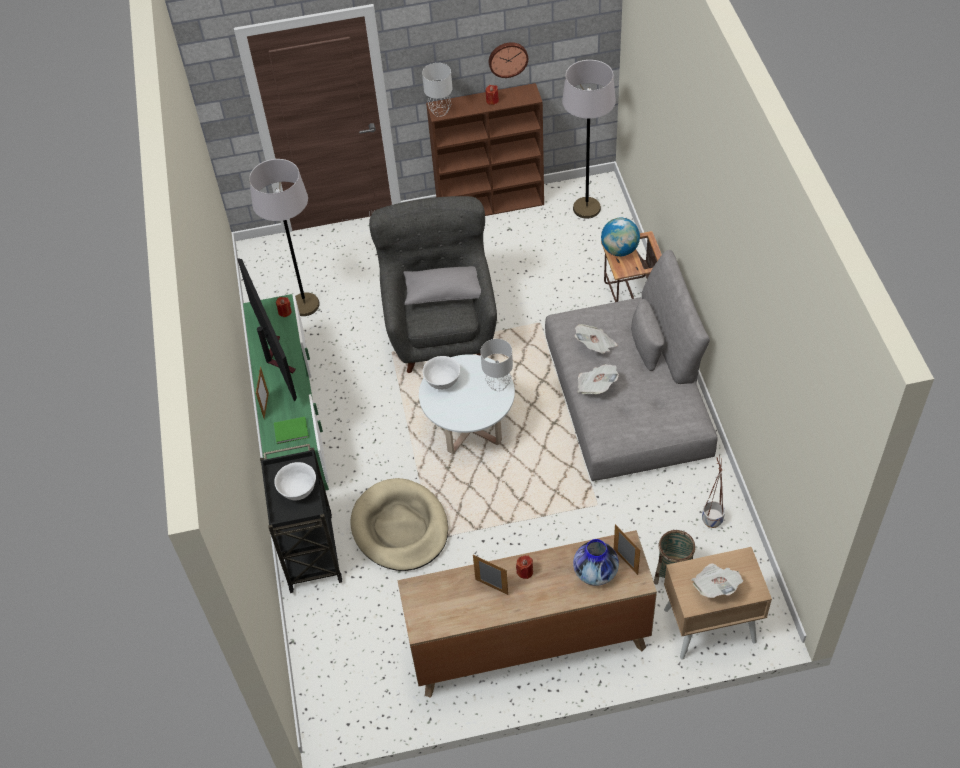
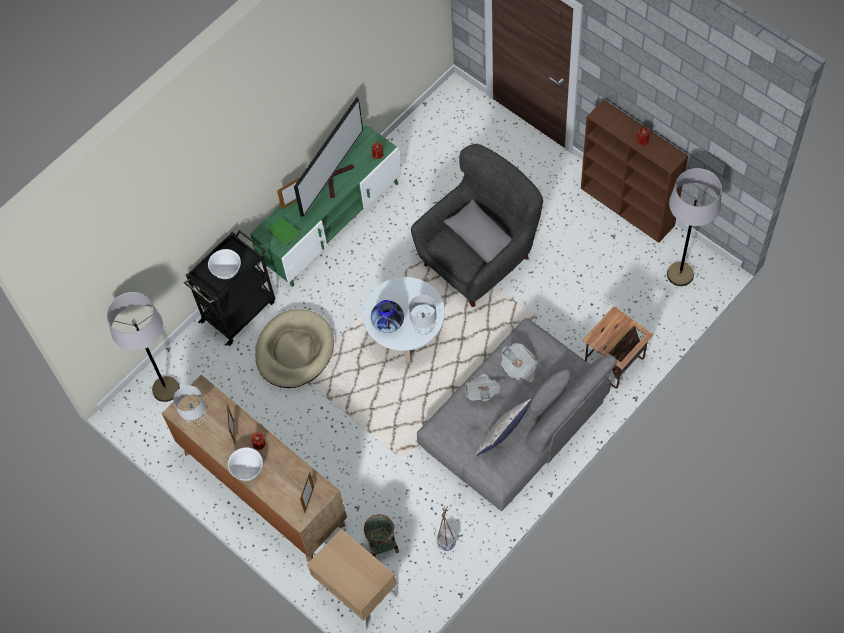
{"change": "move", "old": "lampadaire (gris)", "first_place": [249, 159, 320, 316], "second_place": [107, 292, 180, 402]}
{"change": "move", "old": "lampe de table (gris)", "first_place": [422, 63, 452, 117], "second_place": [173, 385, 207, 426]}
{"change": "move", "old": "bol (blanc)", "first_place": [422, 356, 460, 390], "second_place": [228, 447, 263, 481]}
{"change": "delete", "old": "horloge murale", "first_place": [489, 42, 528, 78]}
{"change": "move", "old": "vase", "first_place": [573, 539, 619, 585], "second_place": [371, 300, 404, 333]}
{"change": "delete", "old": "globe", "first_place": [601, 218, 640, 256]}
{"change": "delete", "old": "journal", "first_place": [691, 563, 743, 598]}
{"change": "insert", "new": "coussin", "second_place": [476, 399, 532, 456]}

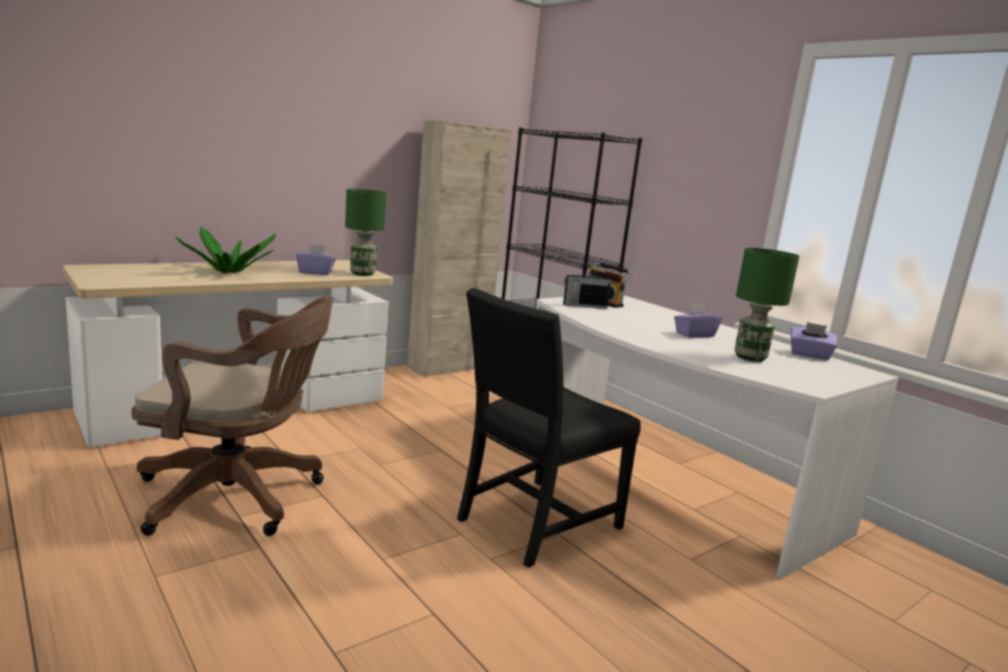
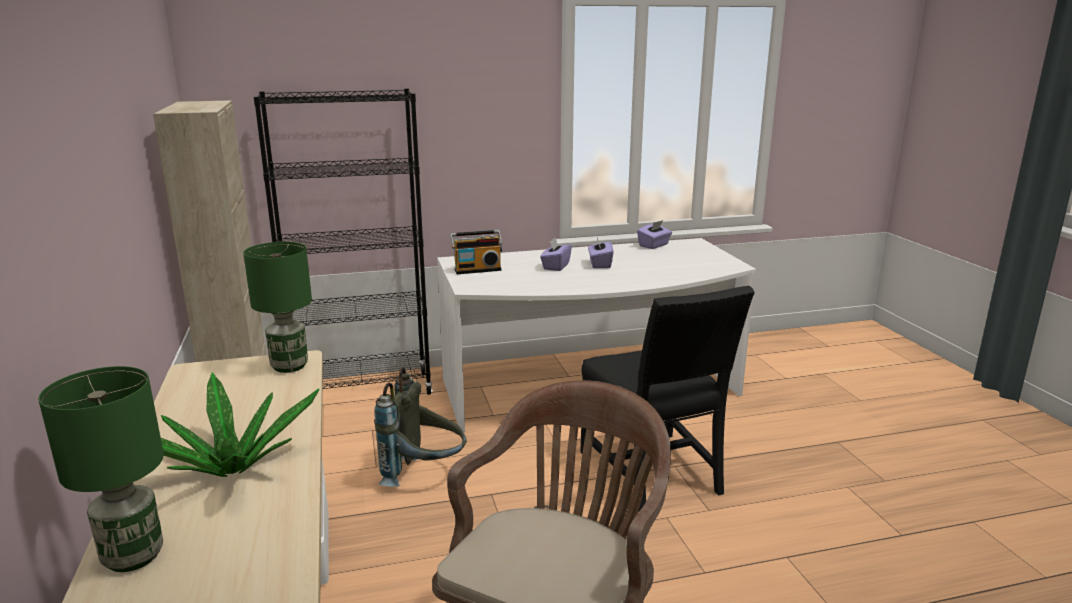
{"change": "move", "old": "boîte à mouchoirs (violet)", "first_place": [296, 244, 336, 275], "second_place": [540, 237, 572, 271]}
{"change": "delete", "old": "radio", "first_place": [563, 270, 612, 309]}
{"change": "move", "old": "lampe de table (vert)", "first_place": [735, 248, 800, 362], "second_place": [38, 366, 164, 572]}
{"change": "insert", "new": "sac à dos (gris)", "second_place": [374, 367, 467, 487]}

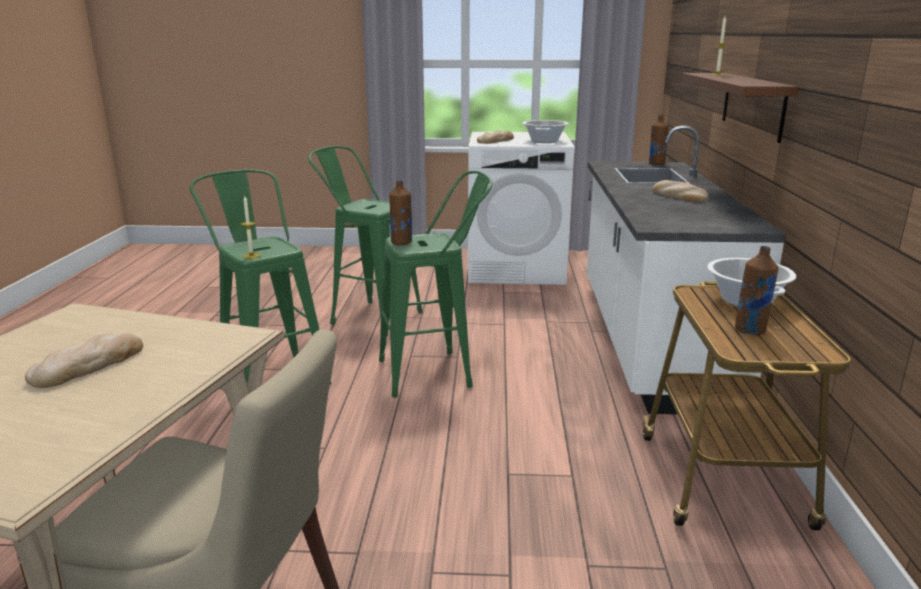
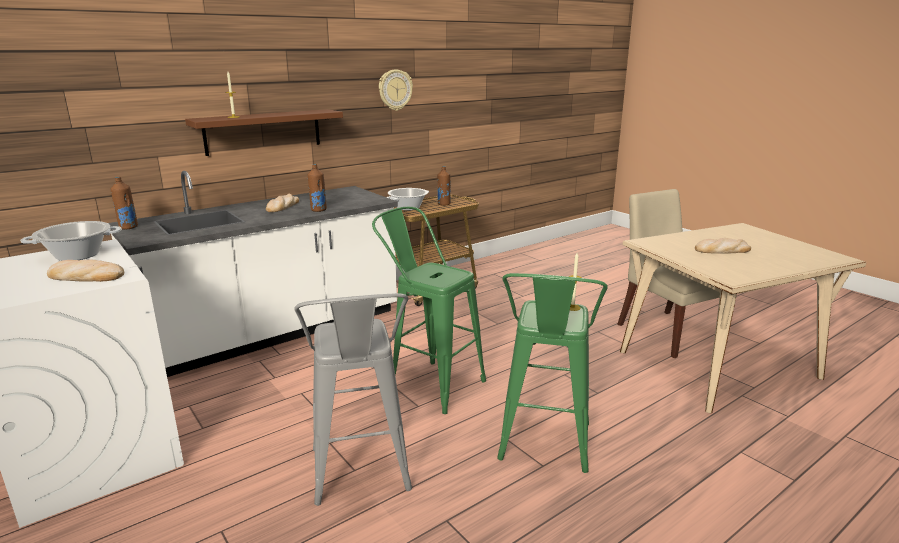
{"change": "recolor", "old": "tabouret (vert)", "new": "tabouret (gris)", "first_place": [308, 146, 422, 336], "second_place": [294, 293, 412, 506]}
{"change": "move", "old": "bouteille (marron)", "first_place": [389, 180, 412, 245], "second_place": [308, 164, 327, 212]}
{"change": "insert", "new": "horloge murale", "second_place": [379, 69, 413, 111]}

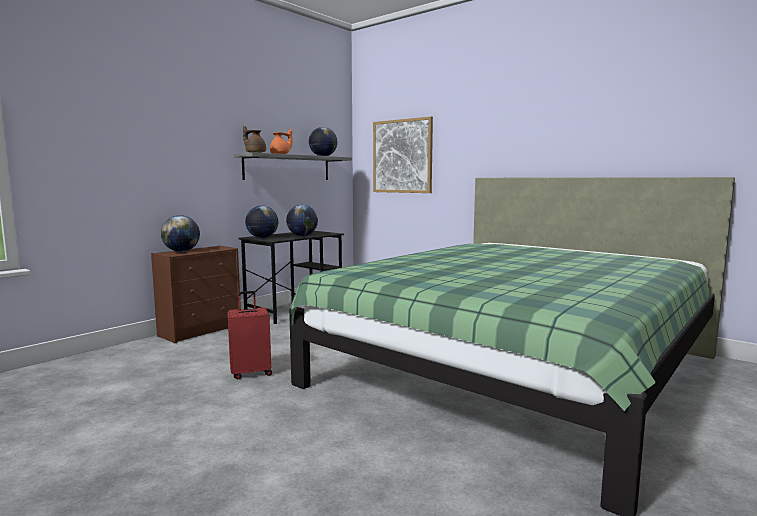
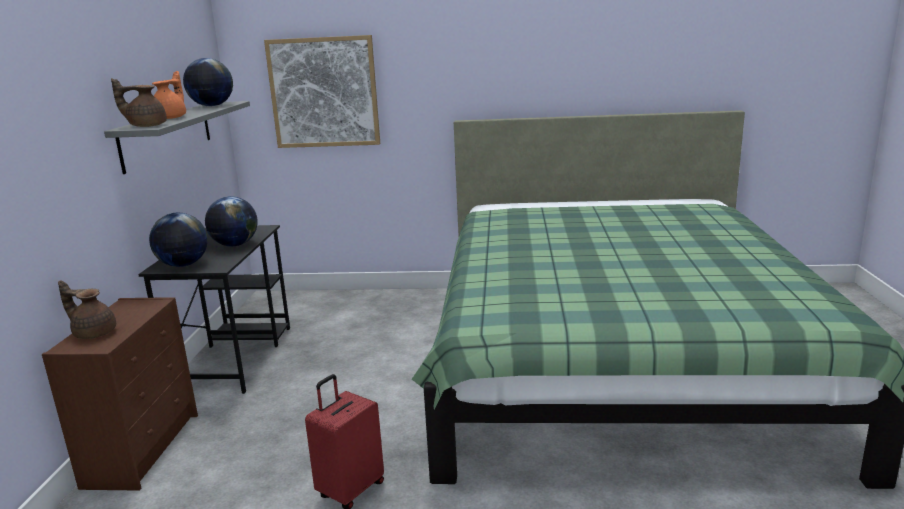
{"change": "replace", "old": "globe", "new": "théière (marron)", "first_place": [161, 215, 200, 252], "second_place": [58, 281, 116, 339]}

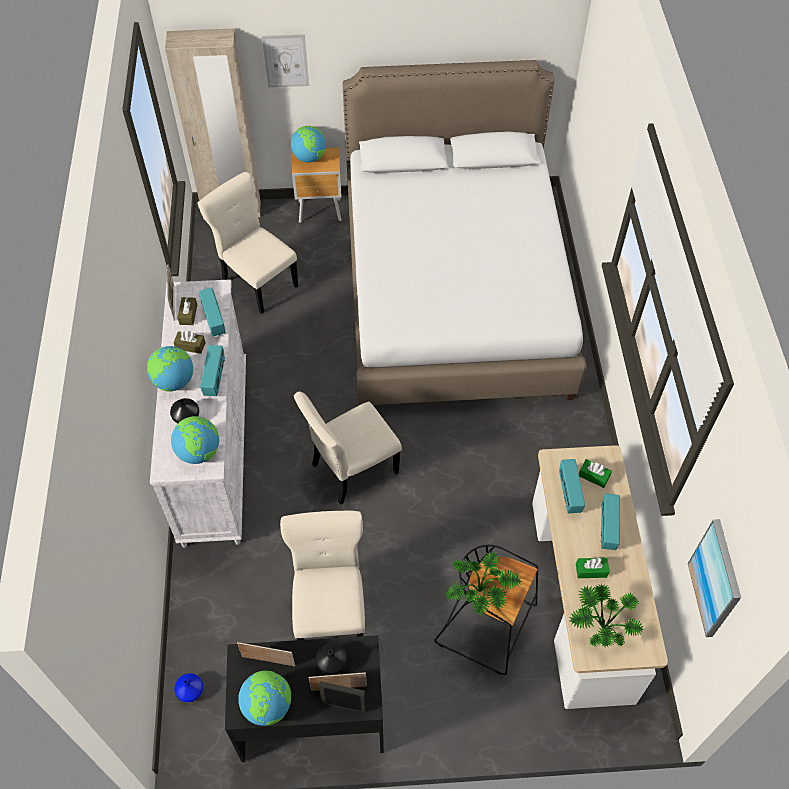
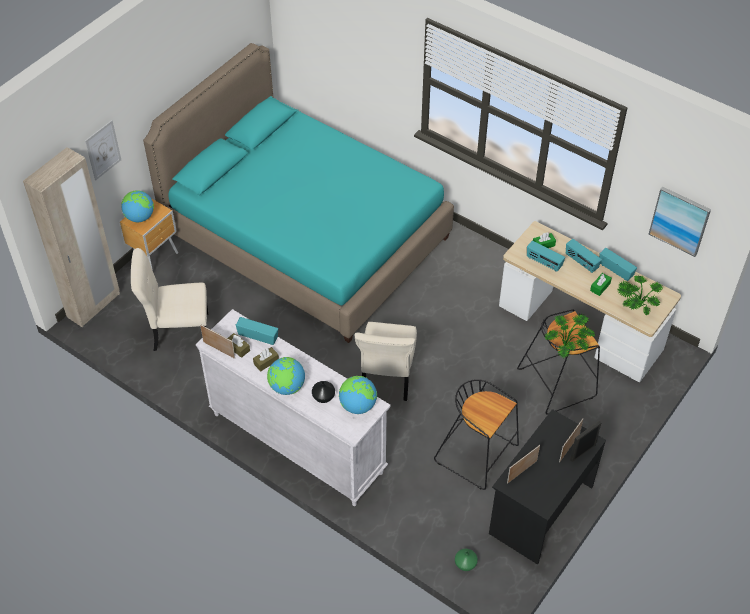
{"change": "recolor", "old": "vase (bleu)", "new": "vase (vert)", "first_place": [174, 673, 203, 702], "second_place": [455, 549, 478, 571]}
{"change": "move", "old": "radio", "first_place": [200, 345, 225, 396], "second_place": [599, 248, 637, 281]}
{"change": "delete", "old": "globe", "first_place": [238, 670, 291, 726]}
{"change": "replace", "old": "chaise (beige)", "new": "tabouret (noir)", "first_place": [280, 511, 365, 640], "second_place": [434, 379, 519, 490]}
{"change": "delete", "old": "vase (noir)", "first_place": [316, 643, 347, 675]}
{"change": "recolor", "old": "lit (blanc)", "new": "lit (turquoise)", "first_place": [342, 60, 587, 405], "second_place": [143, 43, 454, 343]}

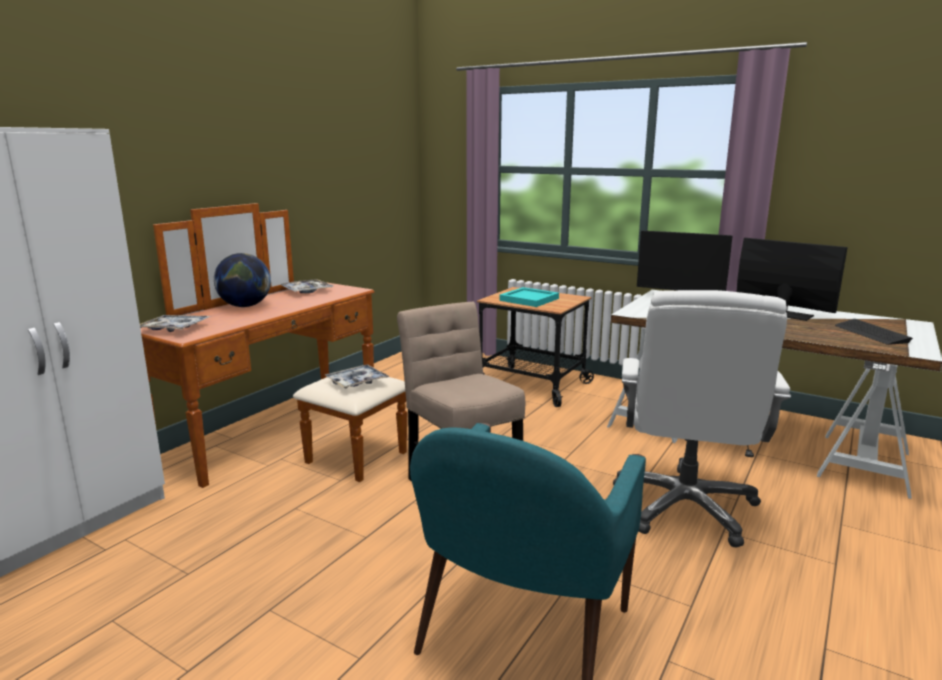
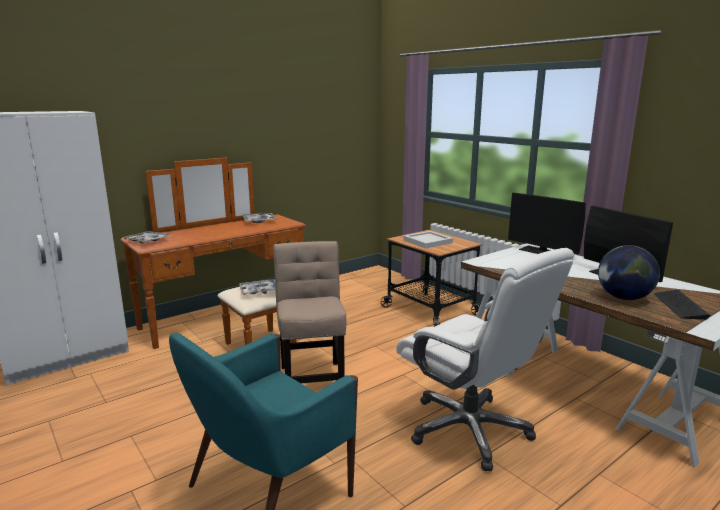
{"change": "move", "old": "globe", "first_place": [214, 253, 271, 307], "second_place": [598, 245, 660, 300]}
{"change": "recolor", "old": "plateau (turquoise)", "new": "plateau (blanc)", "first_place": [499, 287, 559, 307], "second_place": [403, 231, 453, 248]}
{"change": "rotate", "old": "chaise de bureau (blanc)", "first_place": [613, 290, 791, 547], "second_place": [396, 248, 574, 471], "degrees": -75}

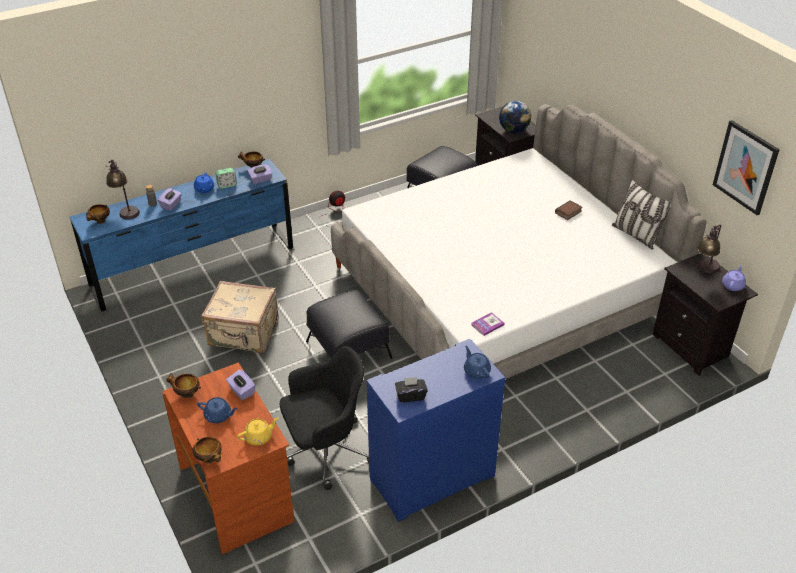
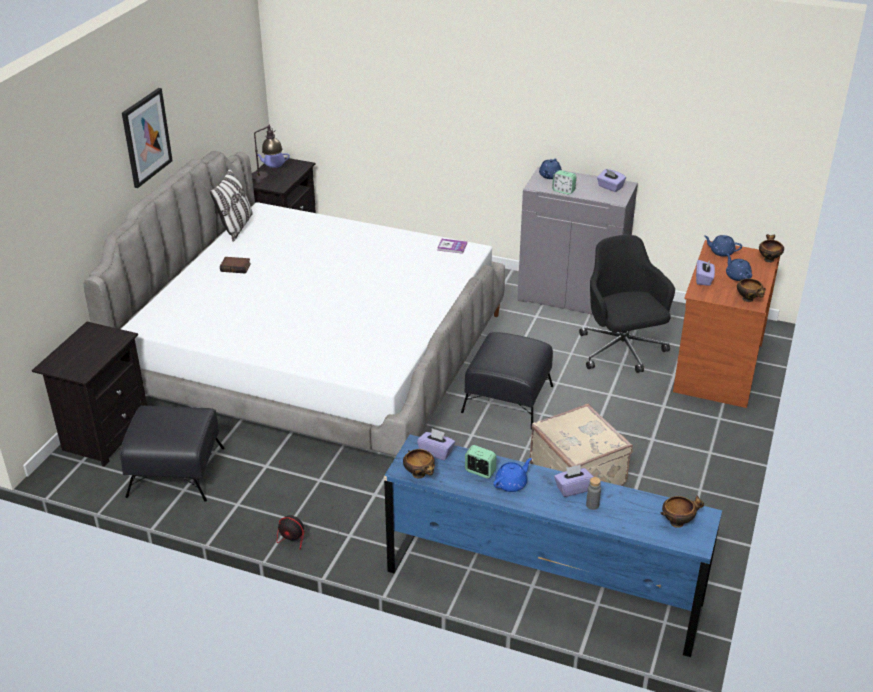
{"change": "delete", "old": "lampe de table", "first_place": [106, 159, 140, 219]}
{"change": "recolor", "old": "théière (jaune)", "new": "théière (bleu)", "first_place": [237, 417, 279, 445], "second_place": [704, 235, 742, 257]}
{"change": "rotate", "old": "chaise de bureau (noir)", "first_place": [280, 346, 369, 490], "second_place": [579, 235, 675, 373], "degrees": 45}
{"change": "recolor", "old": "meuble de rangement (bleu)", "new": "meuble de rangement (gris)", "first_place": [367, 339, 505, 522], "second_place": [517, 167, 638, 315]}
{"change": "recolor", "old": "boîte à mouchoirs (noir)", "new": "boîte à mouchoirs (violet)", "first_place": [395, 377, 428, 402], "second_place": [597, 169, 626, 192]}
{"change": "delete", "old": "globe", "first_place": [499, 101, 531, 133]}
{"change": "move", "old": "tableau", "first_place": [713, 120, 780, 215], "second_place": [122, 88, 173, 188]}
{"change": "insert", "new": "réveil", "second_place": [552, 170, 576, 195]}

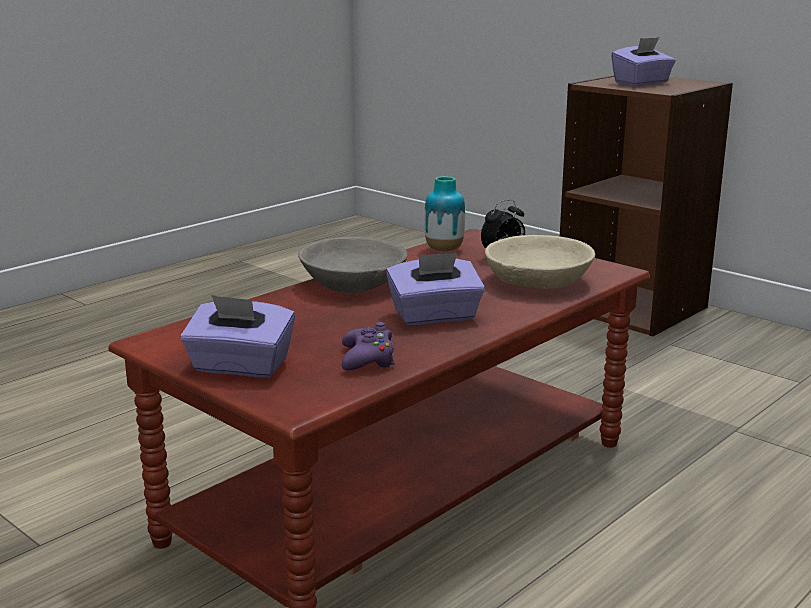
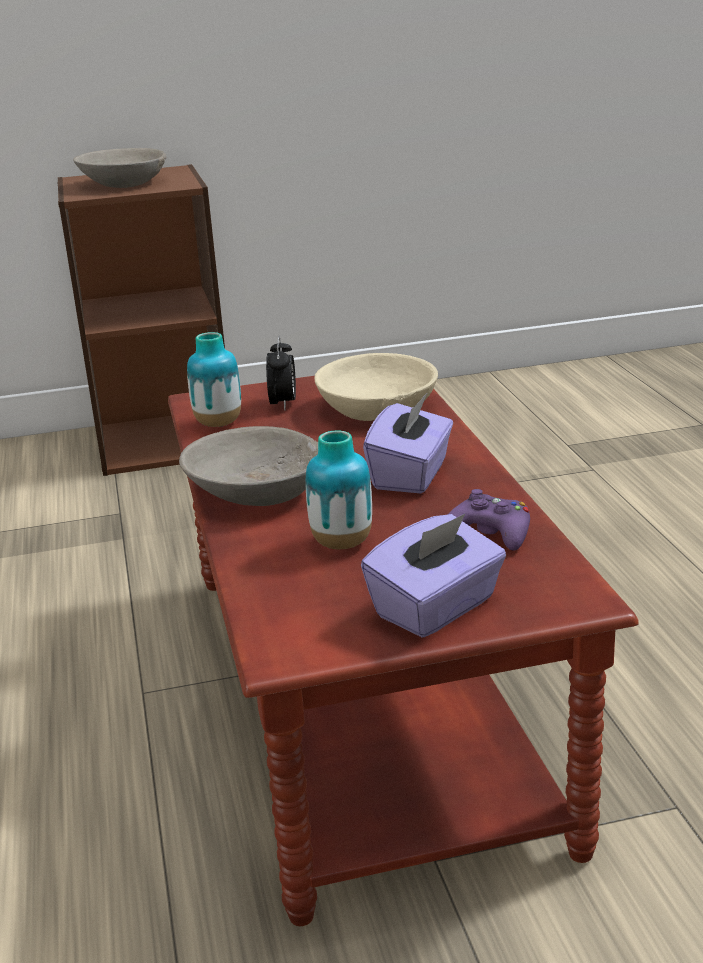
{"change": "replace", "old": "boîte à mouchoirs (violet)", "new": "bol (gris)", "first_place": [611, 37, 676, 86], "second_place": [73, 148, 166, 188]}
{"change": "insert", "new": "vase", "second_place": [306, 430, 372, 549]}

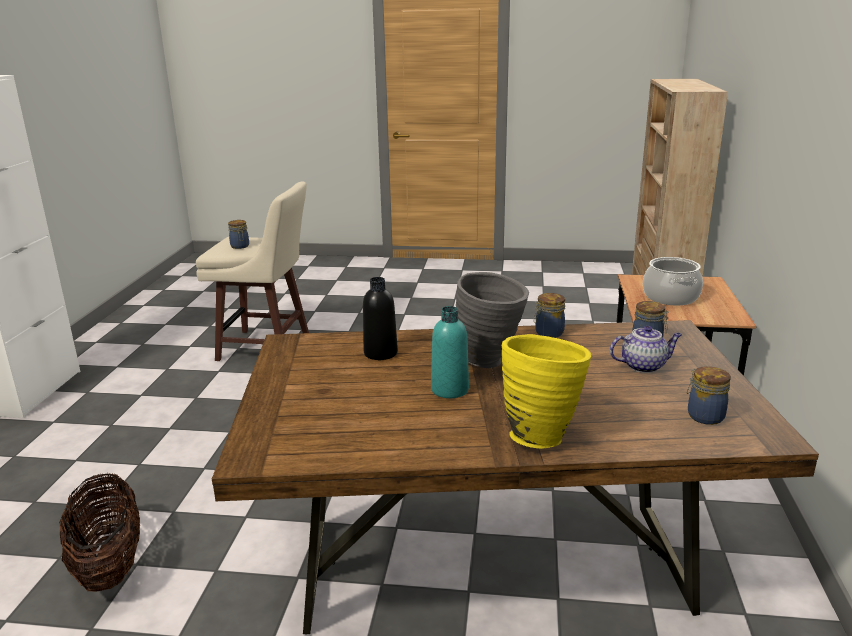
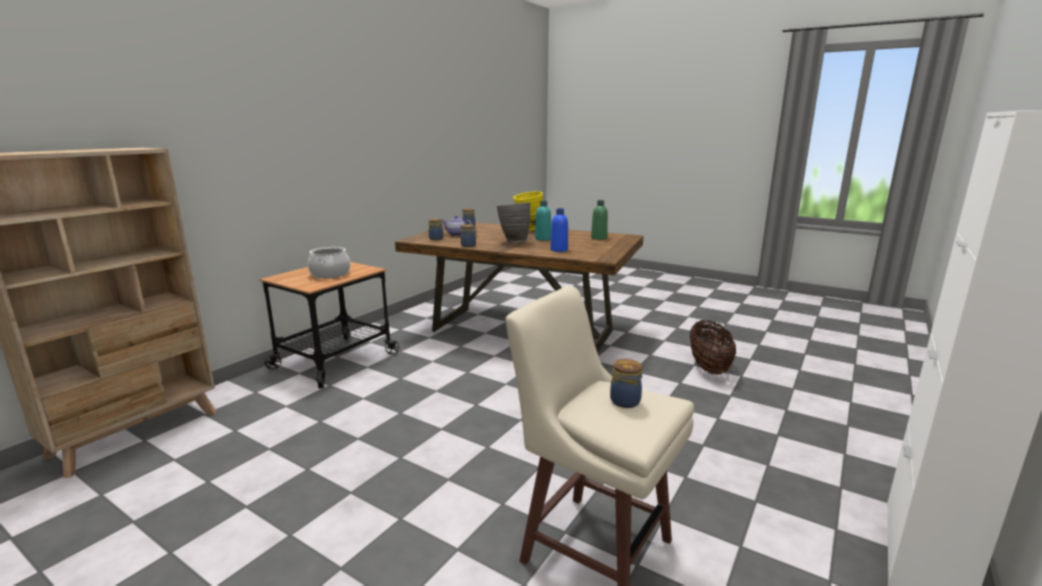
{"change": "recolor", "old": "bouteille (noir)", "new": "bouteille (bleu)", "first_place": [363, 277, 398, 360], "second_place": [550, 208, 568, 252]}
{"change": "insert", "new": "bouteille (vert)", "second_place": [591, 200, 608, 240]}

